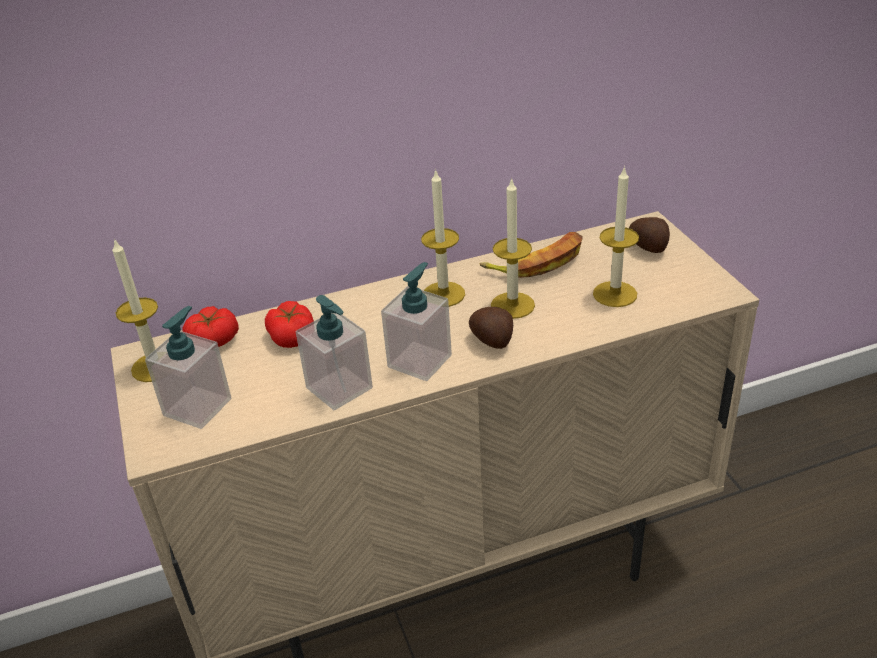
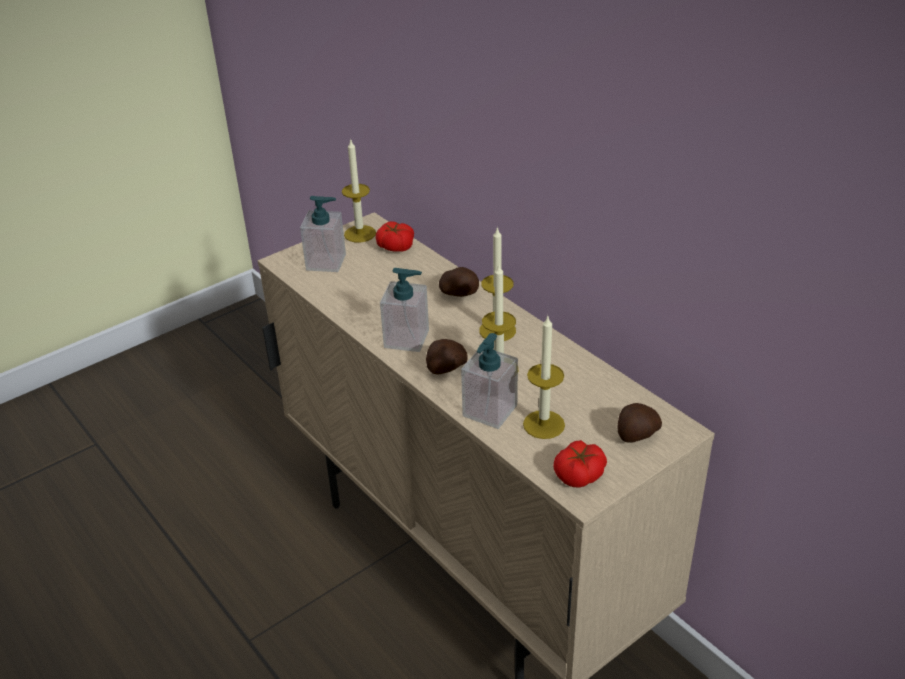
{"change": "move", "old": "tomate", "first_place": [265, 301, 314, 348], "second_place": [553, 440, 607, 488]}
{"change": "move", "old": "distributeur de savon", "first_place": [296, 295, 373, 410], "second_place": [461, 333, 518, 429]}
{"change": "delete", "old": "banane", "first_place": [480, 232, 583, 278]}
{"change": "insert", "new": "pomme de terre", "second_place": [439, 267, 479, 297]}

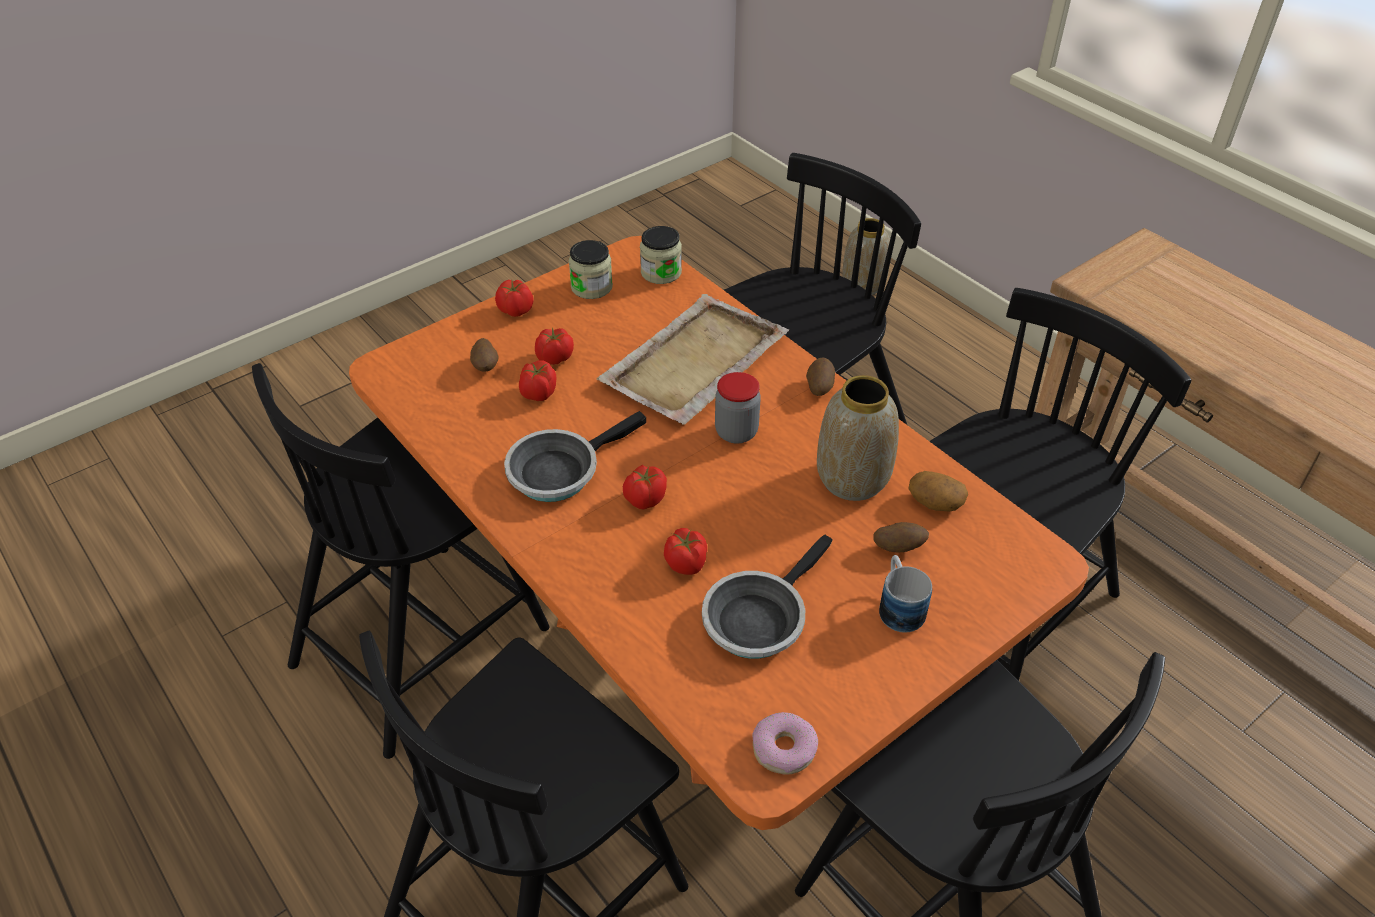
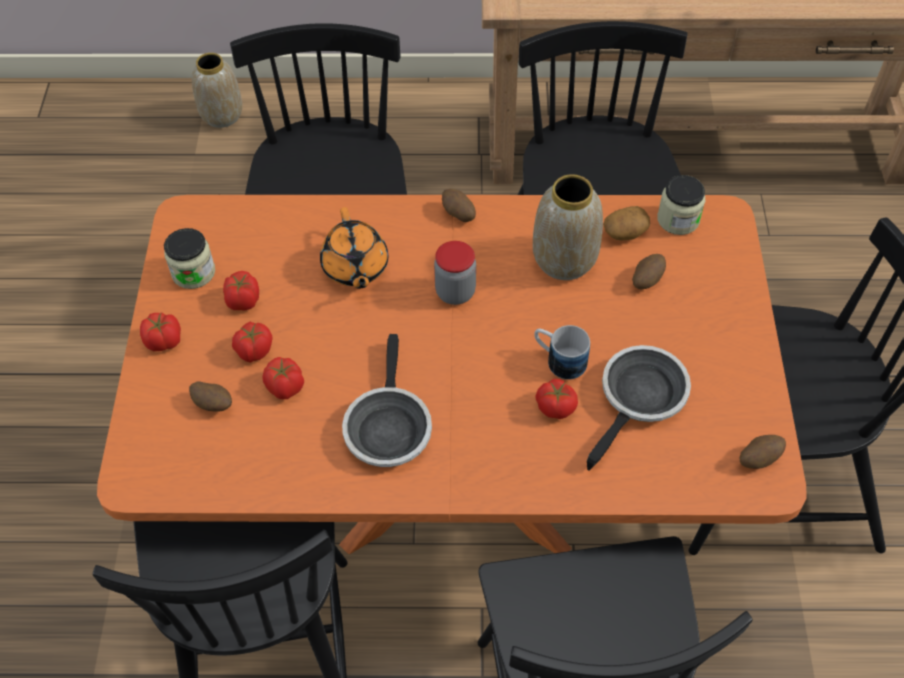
{"change": "replace", "old": "plateau (beige)", "new": "théière (orange)", "first_place": [596, 294, 789, 424], "second_place": [320, 207, 388, 289]}
{"change": "move", "old": "tomate", "first_place": [623, 465, 667, 509], "second_place": [223, 271, 259, 310]}
{"change": "move", "old": "bocal", "first_place": [640, 226, 682, 284], "second_place": [657, 175, 705, 235]}
{"change": "rotate", "old": "poêle", "first_place": [702, 534, 833, 659], "second_place": [587, 345, 691, 471], "degrees": -135}
{"change": "replace", "old": "beignet", "new": "pomme de terre", "first_place": [753, 712, 818, 775], "second_place": [740, 435, 786, 469]}
{"change": "move", "old": "mug", "first_place": [879, 555, 932, 633], "second_place": [534, 325, 590, 380]}

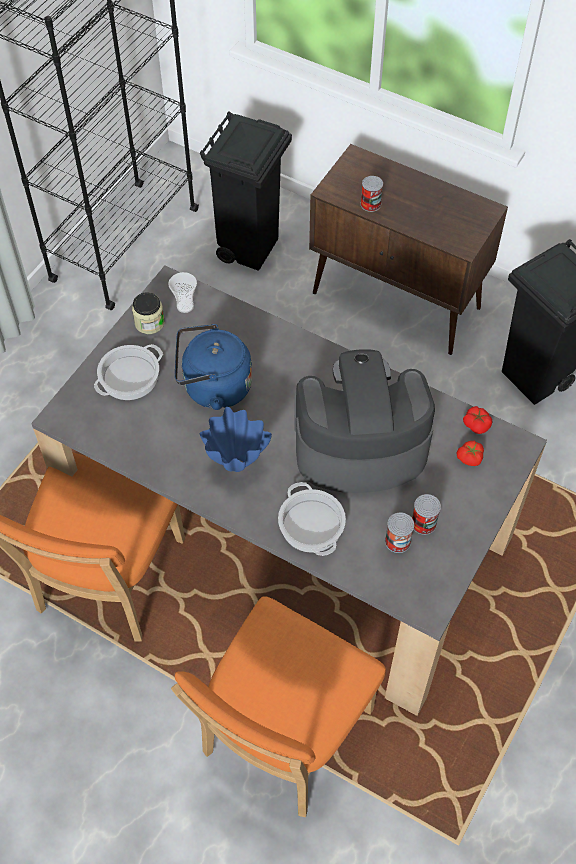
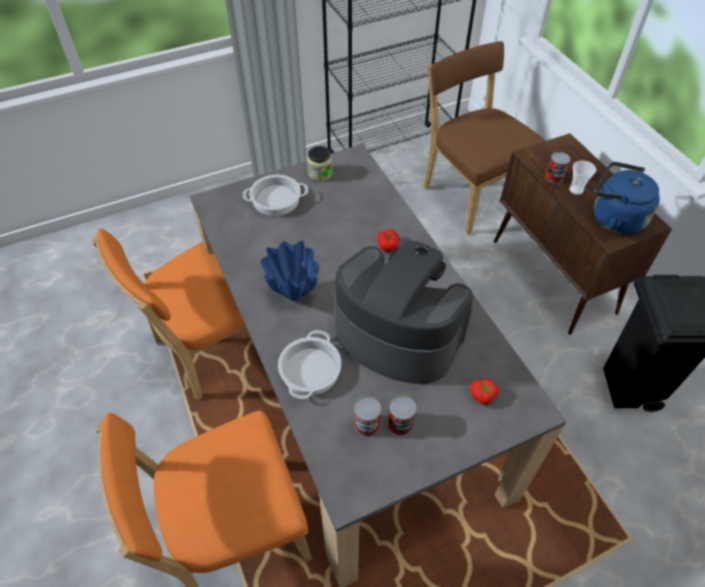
{"change": "move", "old": "tasse", "first_place": [168, 272, 197, 313], "second_place": [569, 160, 596, 195]}
{"change": "move", "old": "bouilloire (bleu)", "first_place": [175, 324, 252, 410], "second_place": [594, 162, 660, 235]}
{"change": "replace", "old": "poubelle (noir)", "new": "chaise (marron)", "first_place": [200, 111, 292, 271], "second_place": [423, 41, 546, 234]}
{"change": "move", "old": "tomate", "first_place": [463, 406, 492, 434], "second_place": [377, 229, 399, 252]}

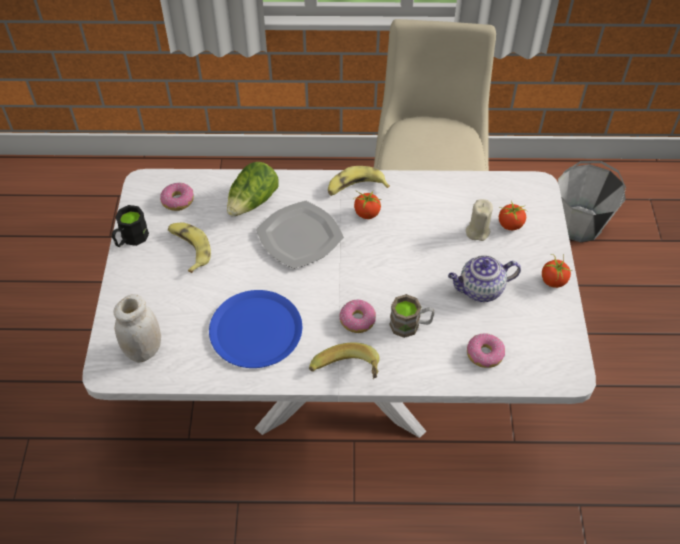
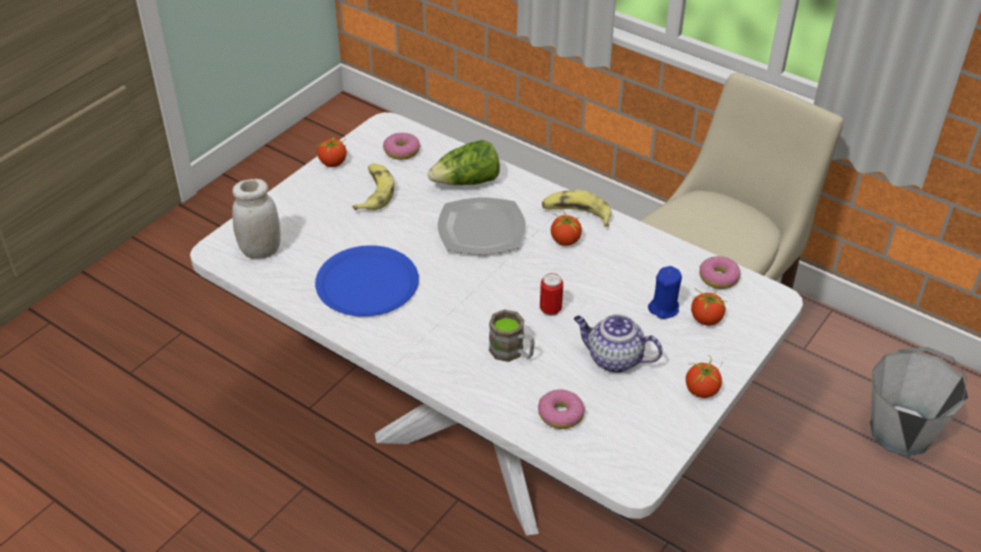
{"change": "replace", "old": "mug (noir)", "new": "tomate", "first_place": [112, 205, 149, 247], "second_place": [316, 135, 347, 167]}
{"change": "delete", "old": "banane", "first_place": [309, 343, 380, 379]}
{"change": "move", "old": "beignet", "first_place": [339, 300, 376, 333], "second_place": [699, 256, 740, 289]}
{"change": "recolor", "old": "bougie (beige)", "new": "bougie (bleu)", "first_place": [466, 199, 493, 241], "second_place": [648, 266, 682, 319]}
{"change": "insert", "new": "boîte métallique", "second_place": [540, 273, 563, 316]}

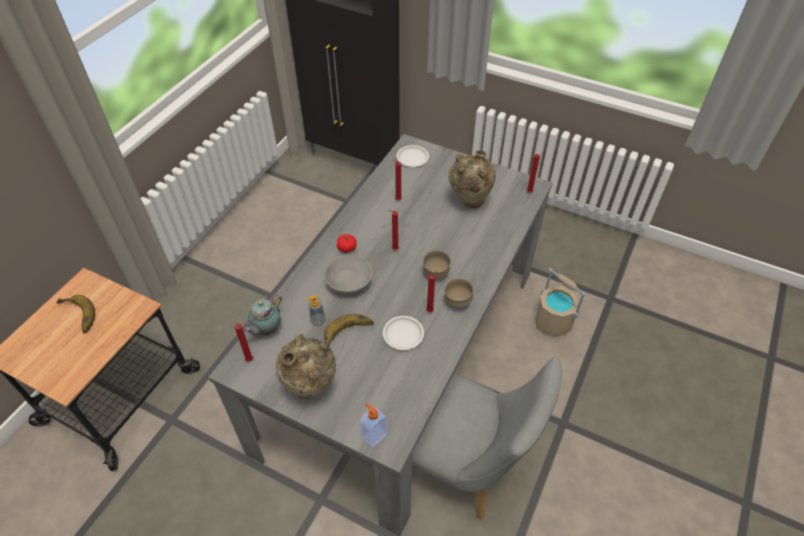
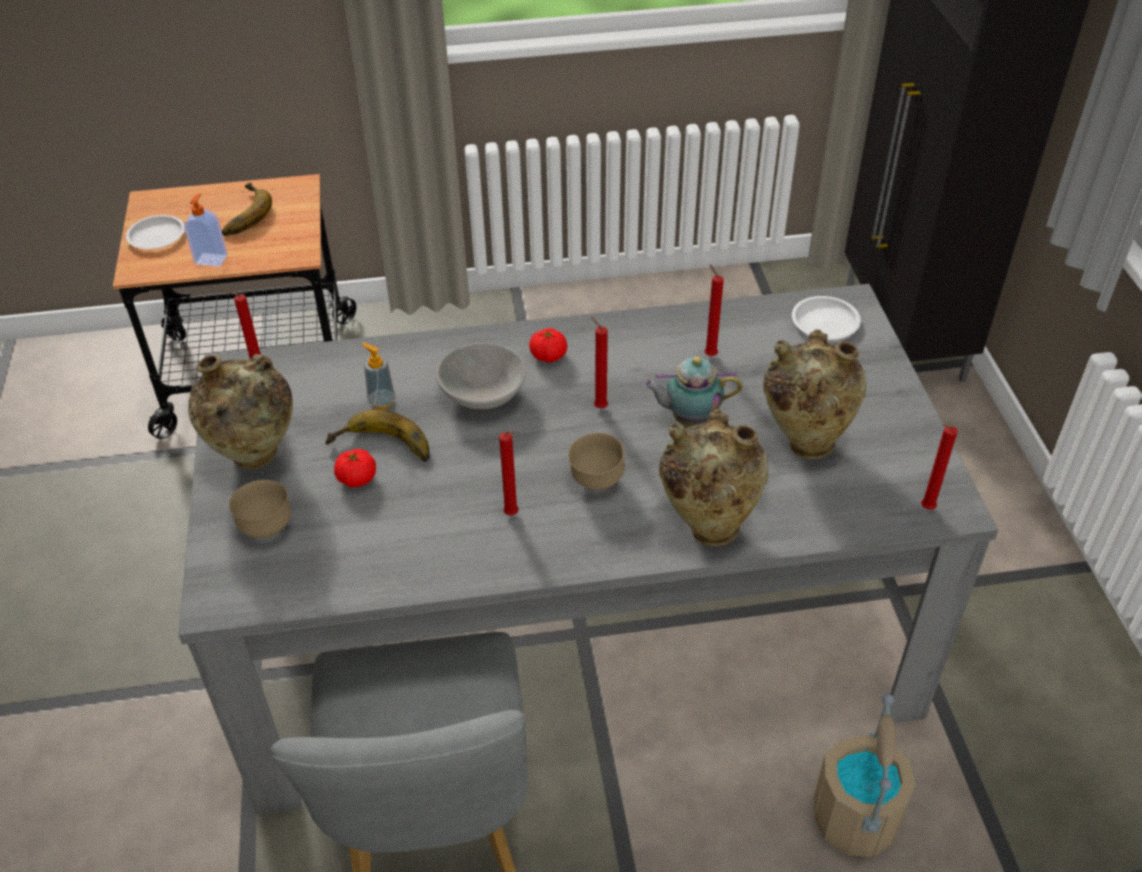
{"change": "move", "old": "théière", "first_place": [243, 294, 282, 335], "second_place": [643, 357, 742, 426]}
{"change": "move", "old": "distributeur de savon", "first_place": [360, 403, 388, 448], "second_place": [184, 194, 228, 267]}
{"change": "move", "old": "assiette (blanc)", "first_place": [383, 316, 424, 350], "second_place": [126, 215, 185, 249]}
{"change": "move", "old": "bol (marron)", "first_place": [444, 278, 473, 308], "second_place": [229, 480, 291, 538]}
{"change": "insert", "new": "tomate", "second_place": [334, 449, 376, 487]}
{"change": "insert", "new": "vase (beige)", "second_place": [659, 409, 768, 546]}

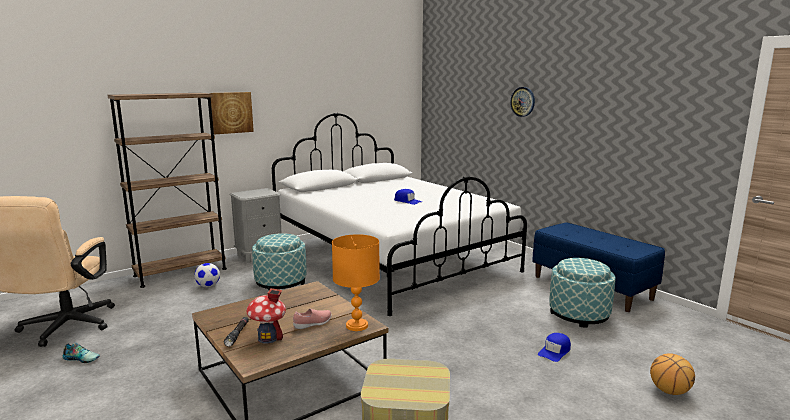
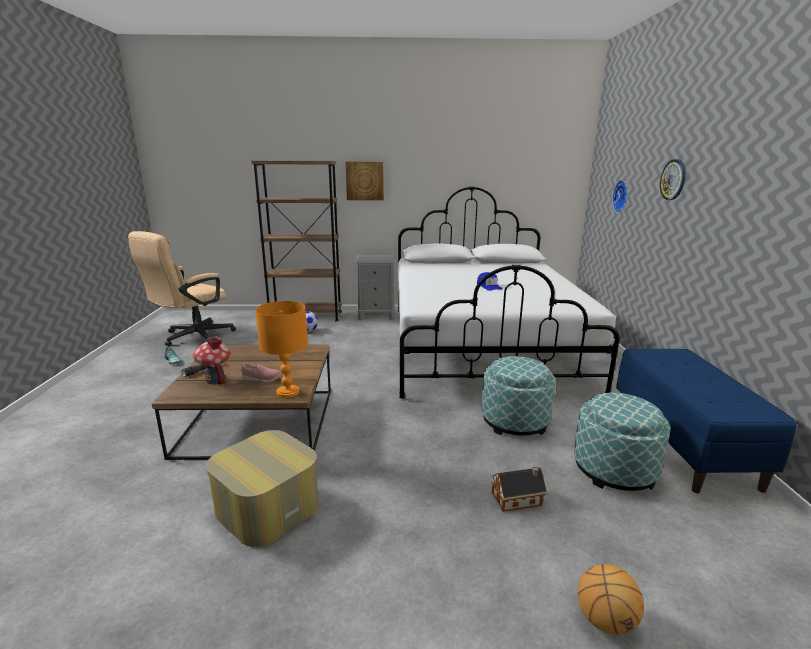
{"change": "move", "old": "pouf", "first_place": [252, 233, 307, 290], "second_place": [482, 356, 556, 436]}
{"change": "replace", "old": "casquette (bleu)", "new": "maison miniature", "first_place": [538, 333, 571, 362], "second_place": [491, 467, 547, 512]}
{"change": "insert", "new": "horloge murale", "second_place": [612, 180, 628, 213]}

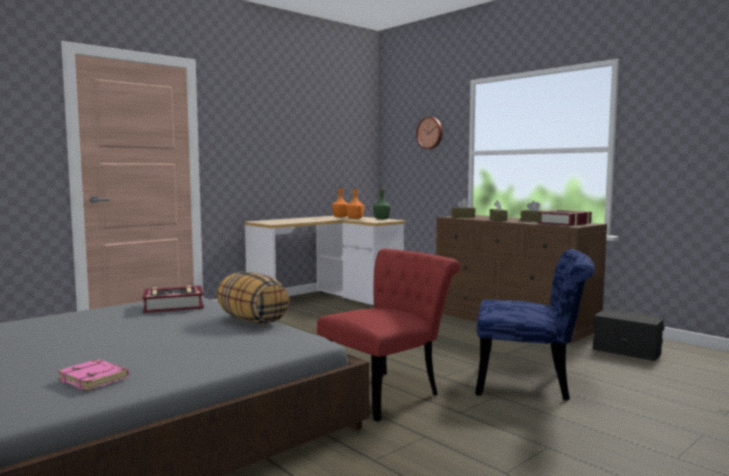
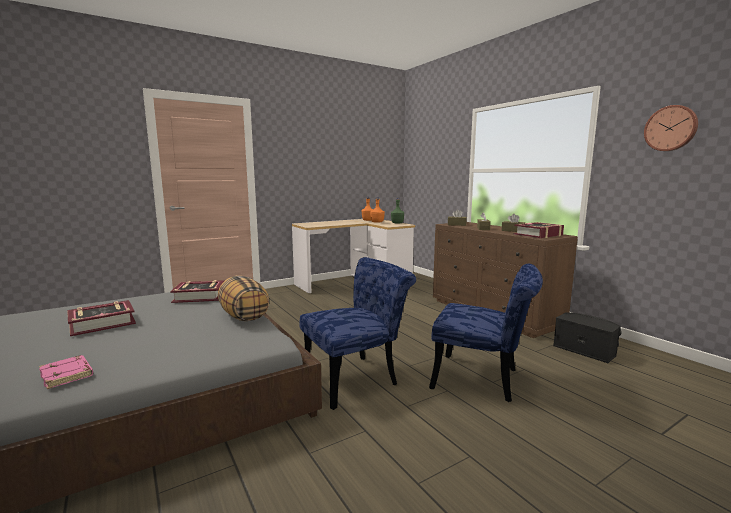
{"change": "recolor", "old": "chaise (rouge)", "new": "chaise (bleu)", "first_place": [317, 249, 460, 422], "second_place": [299, 257, 416, 410]}
{"change": "move", "old": "horloge murale", "first_place": [416, 117, 443, 149], "second_place": [644, 105, 698, 151]}
{"change": "insert", "new": "livre", "second_place": [67, 300, 136, 336]}

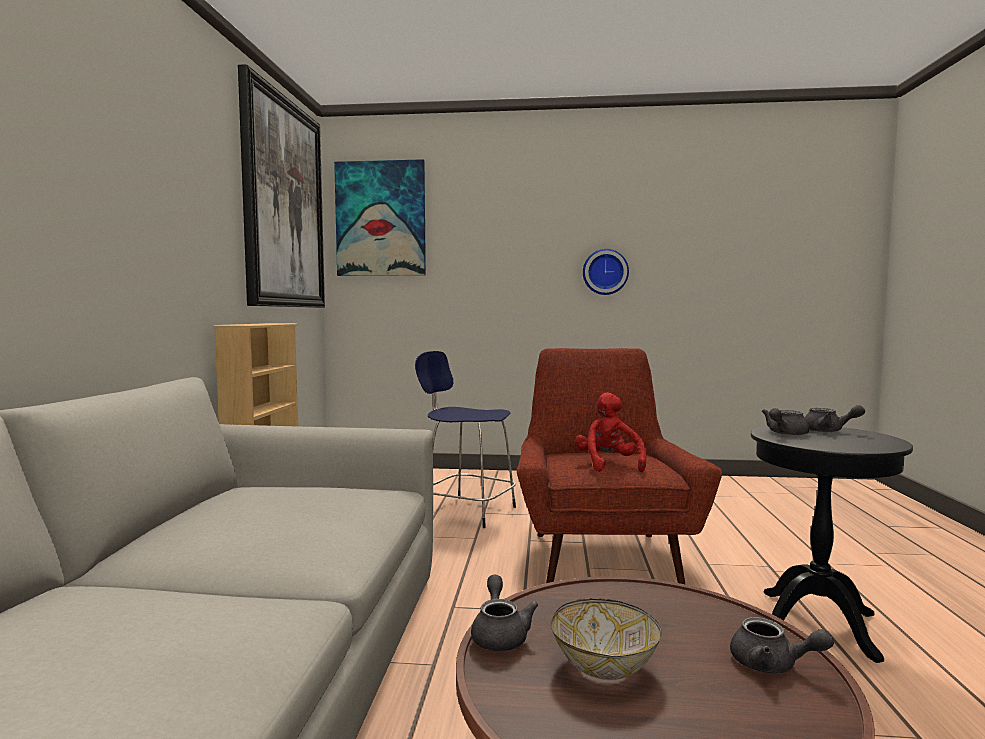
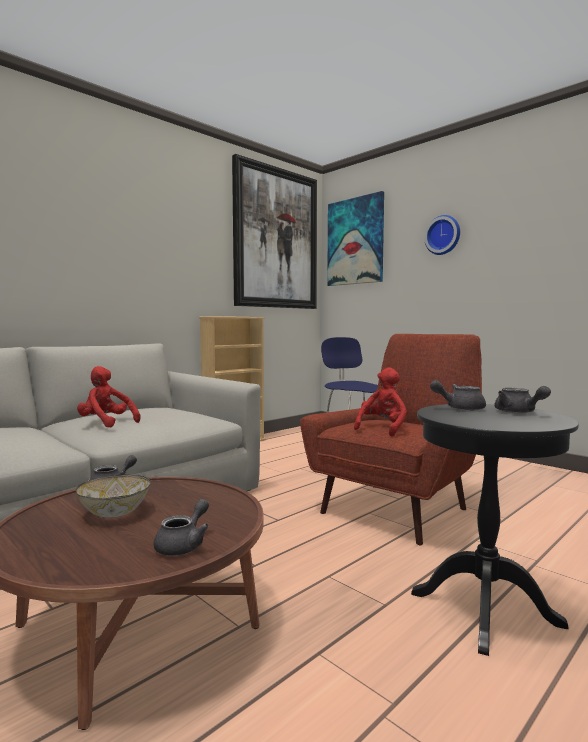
{"change": "move", "old": "horloge murale", "first_place": [583, 249, 629, 295], "second_place": [424, 215, 460, 255]}
{"change": "rotate", "old": "théière (gris)", "first_place": [730, 617, 834, 673], "second_place": [154, 499, 209, 556], "degrees": -135}
{"change": "insert", "new": "peluche (rouge)", "second_place": [77, 366, 141, 427]}

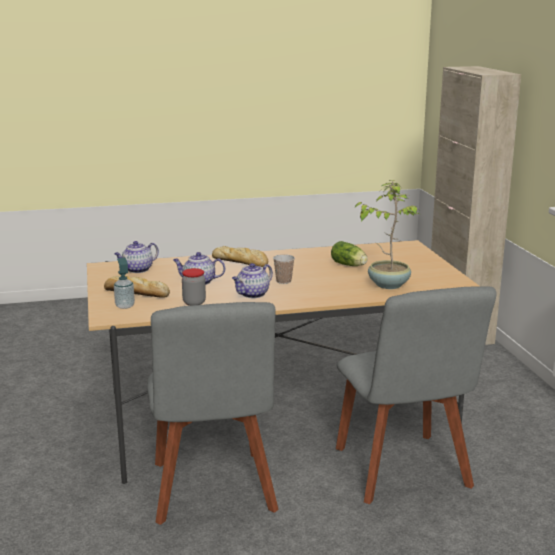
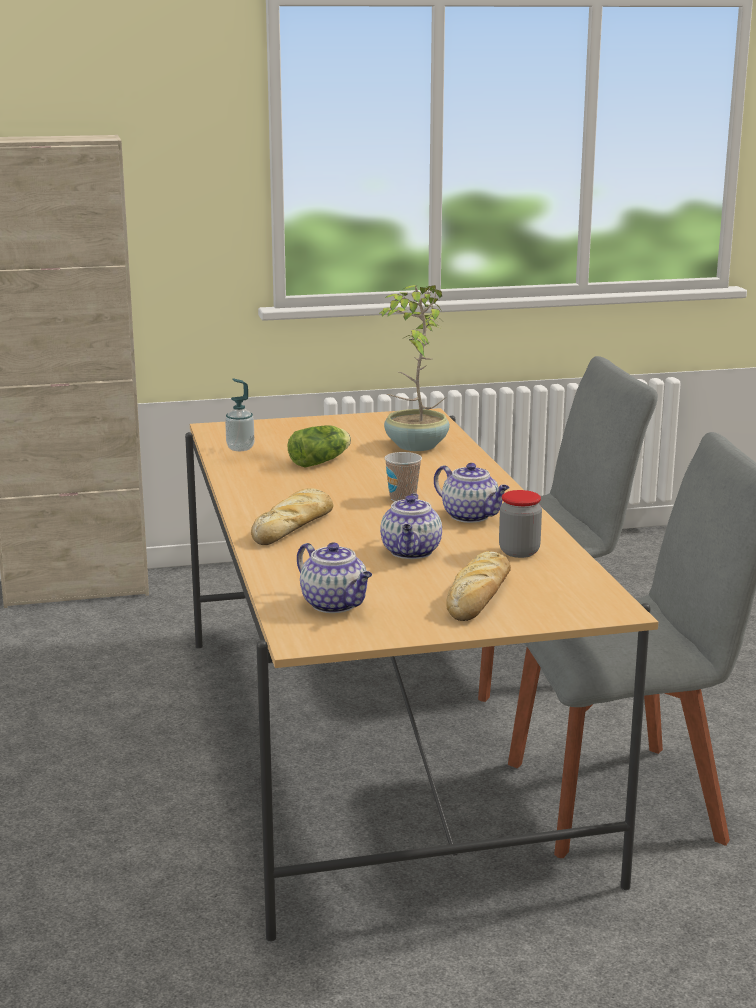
{"change": "move", "old": "distributeur de savon", "first_place": [114, 258, 135, 309], "second_place": [225, 378, 254, 451]}

